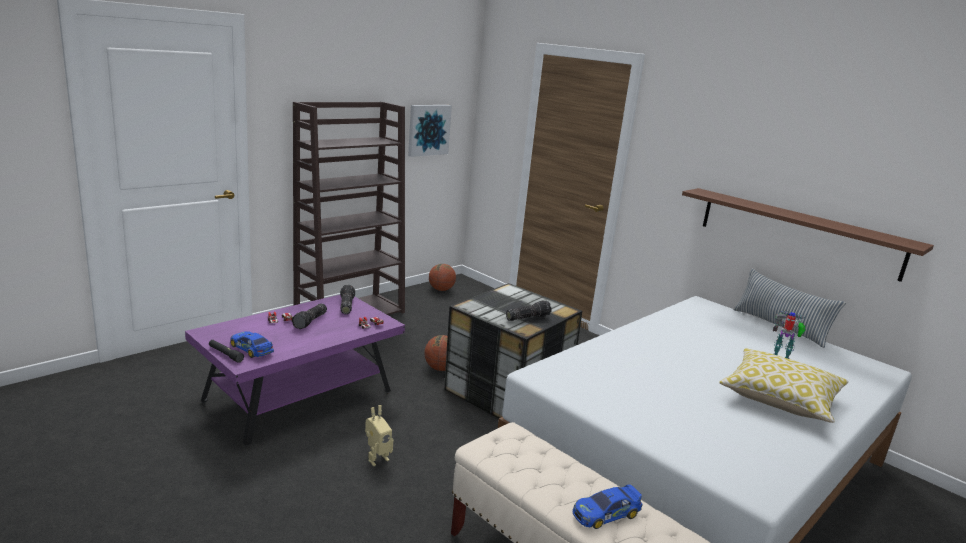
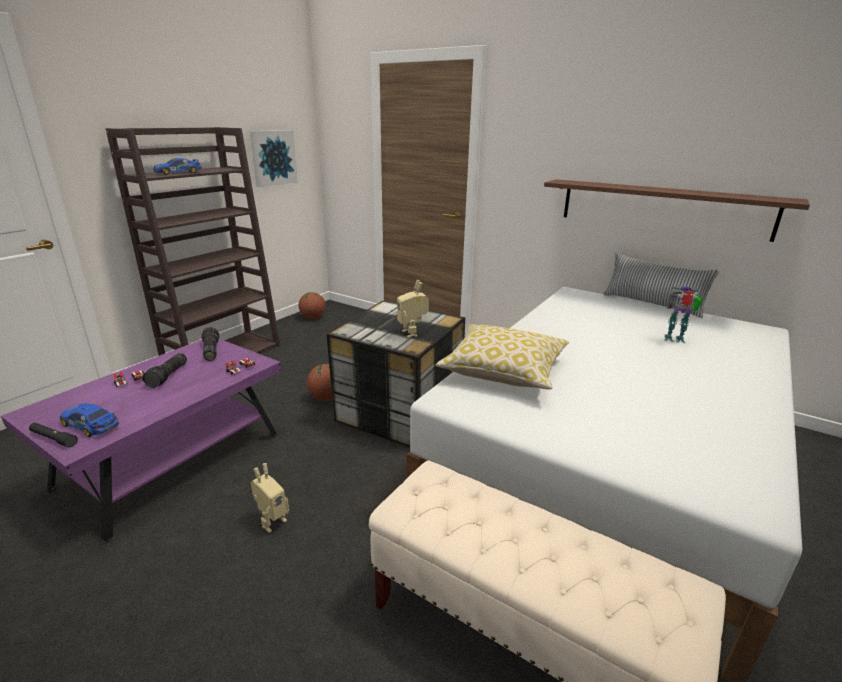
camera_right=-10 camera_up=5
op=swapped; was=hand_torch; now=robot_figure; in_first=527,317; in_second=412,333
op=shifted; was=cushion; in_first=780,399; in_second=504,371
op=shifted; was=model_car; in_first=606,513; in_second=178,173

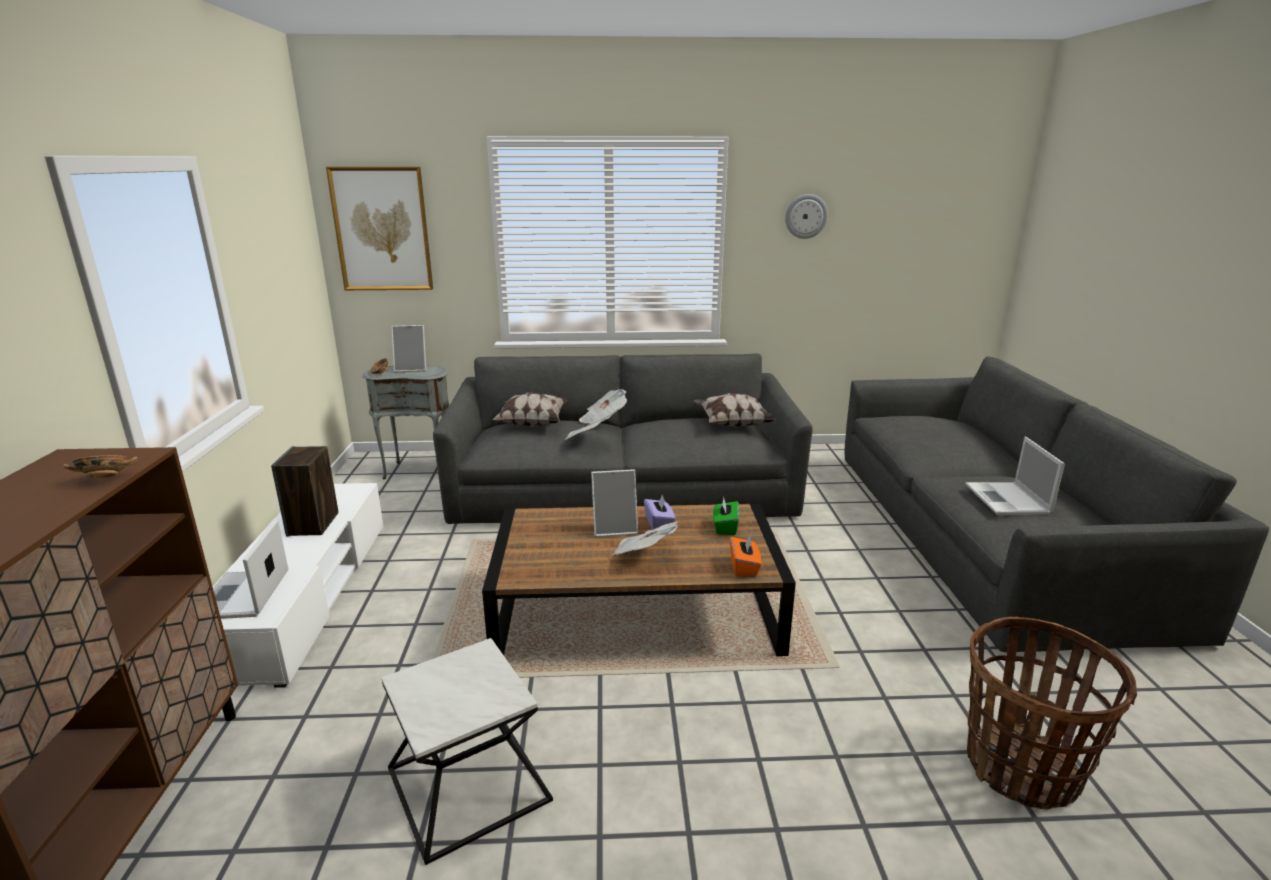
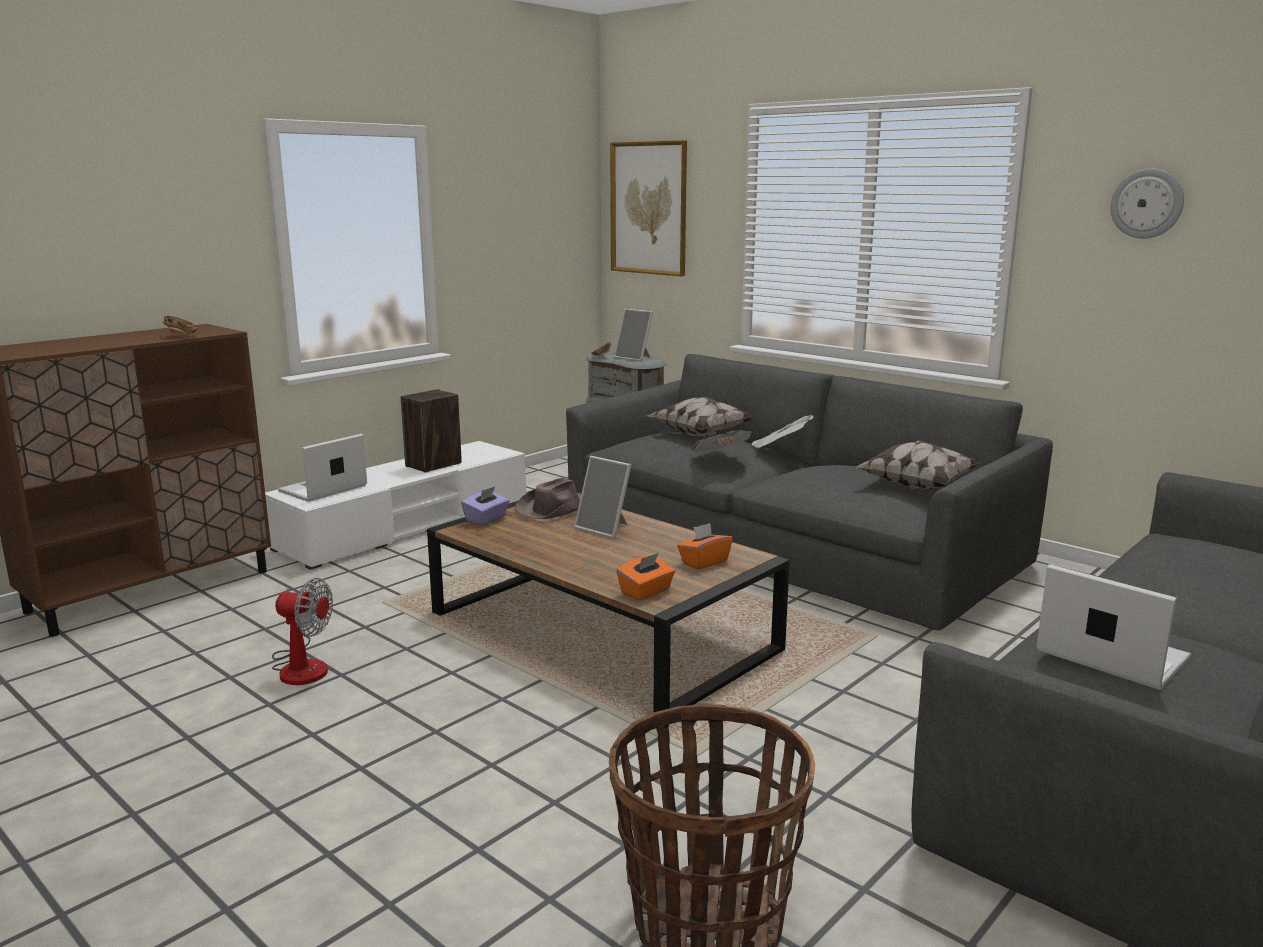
camera_right=45 camera_up=-5
op=rotated; was=laptop; in_first=1008,500; in_second=1108,654; clockwise=90
op=shifted; was=purple-coloured_tissue_holder; in_first=659,524; in_second=486,519
op=repainted; was=green-coloured_tissue_holder; now=orange_tissue_holder; in_first=725,527; in_second=704,562
op=gone; was=printed_paper; in_first=644,554
op=swapped; was=accent_table; now=cooling_fan; in_first=467,784; in_second=301,666
op=new; now=brown_wearable_hat; in_second=555,509

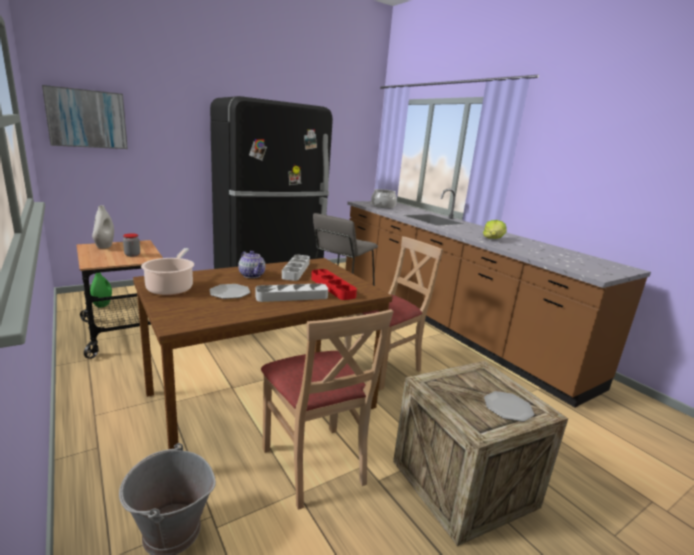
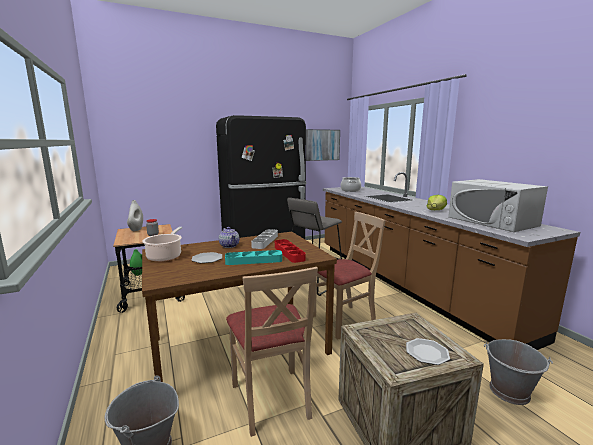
camera_right=10 camera_up=-5
op=shifted; was=wall_picture; in_first=87,119; in_second=322,145
op=repainted; was=gray_serving_tray; now=turquoise-coloured_serving_tray; in_first=292,296; in_second=254,260
op=new; now=whitish_kitchen_microwave; in_second=492,221
op=new; now=gray_pail; in_second=510,392

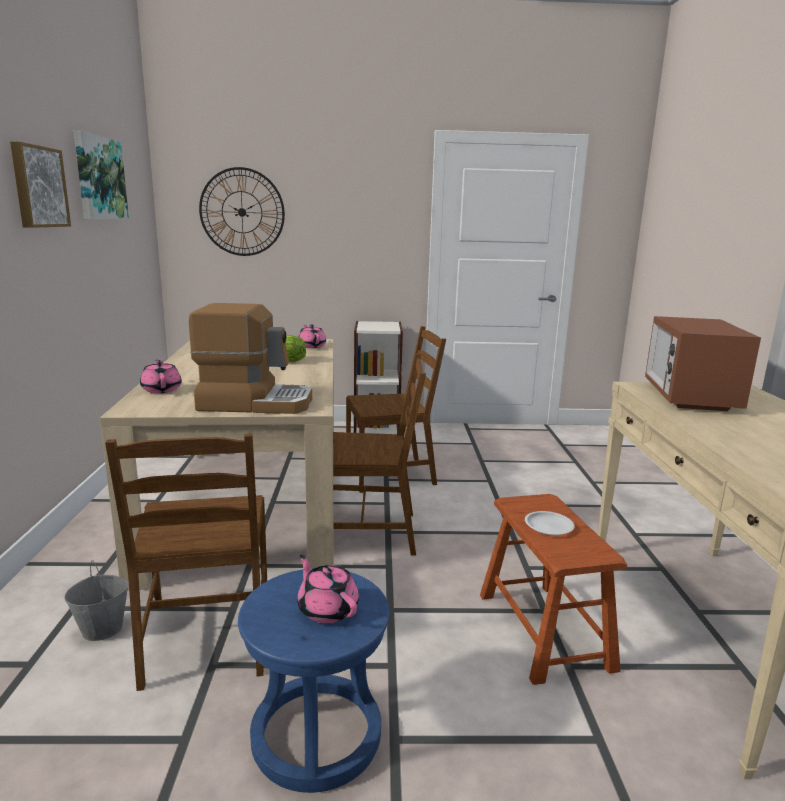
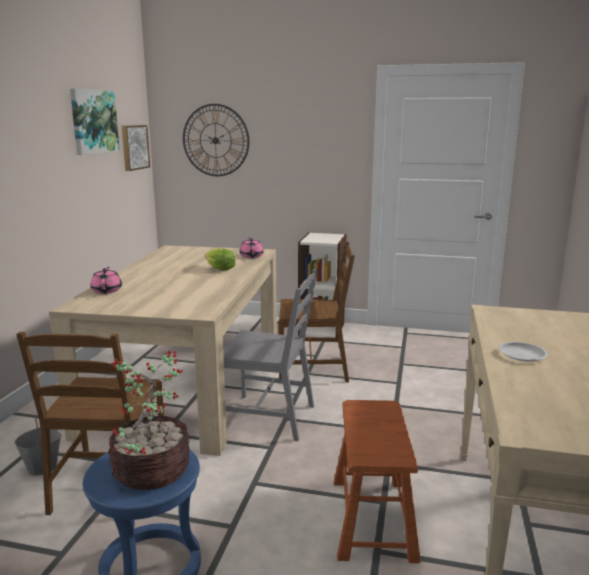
camera_right=15 camera_up=0
op=shifted; was=wall_picture; in_first=38,187; in_second=134,147
op=gone; was=coffee_maker; in_first=255,402
op=gone; was=kitchen_microwave; in_first=689,398
op=repainted; was=brown_chair; now=gray_chair; in_first=368,532; in_second=269,417
op=shifted; was=whitish_dinner_plate; in_first=549,526; in_second=522,354
op=swapped; was=pink_teapot; now=plant_in_a_pot; in_first=327,609; in_second=150,472

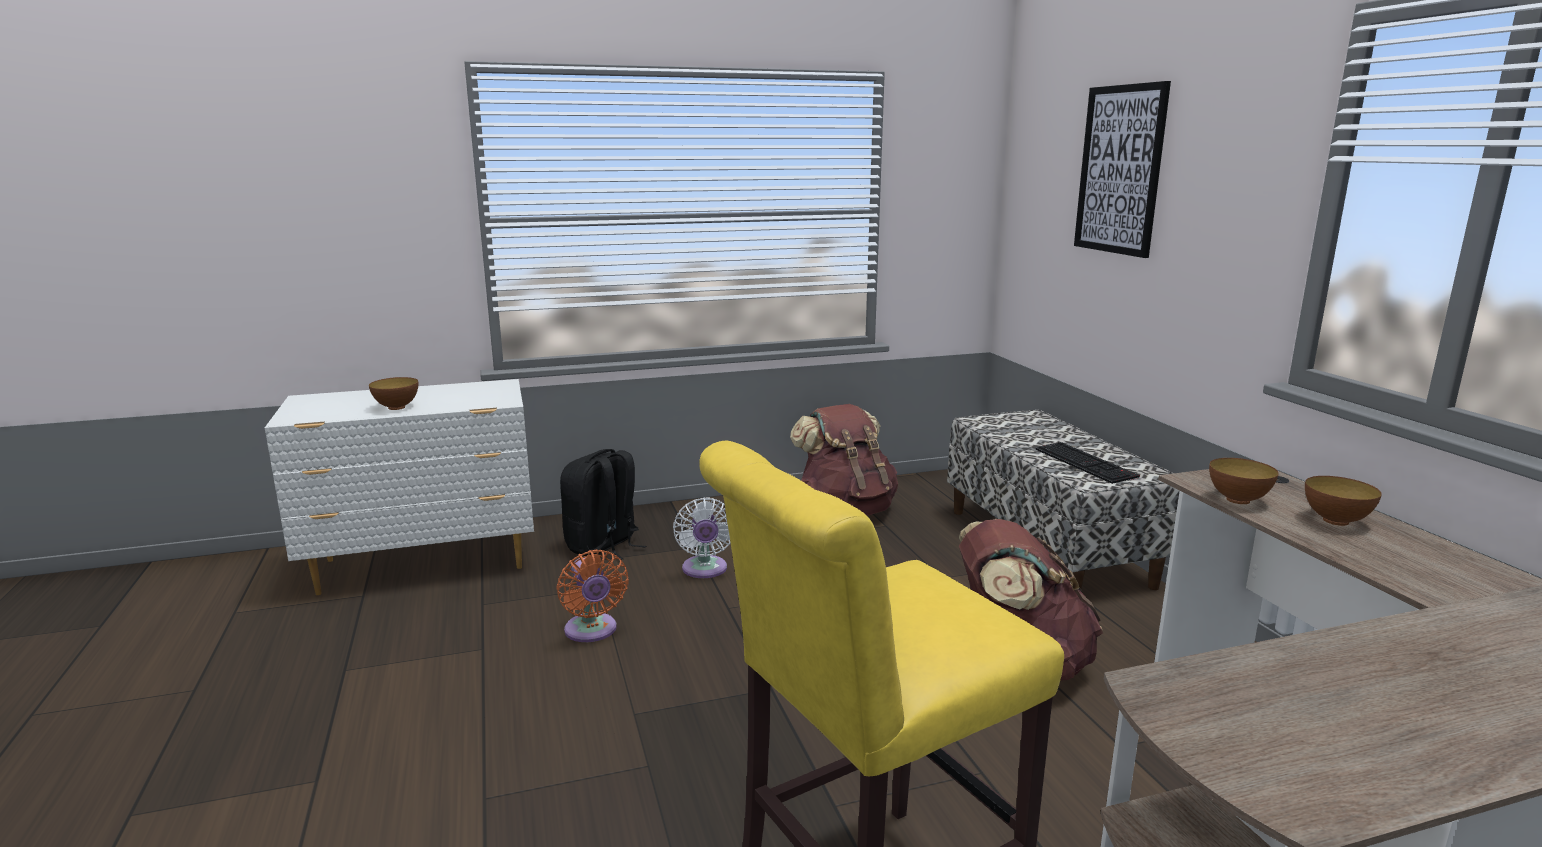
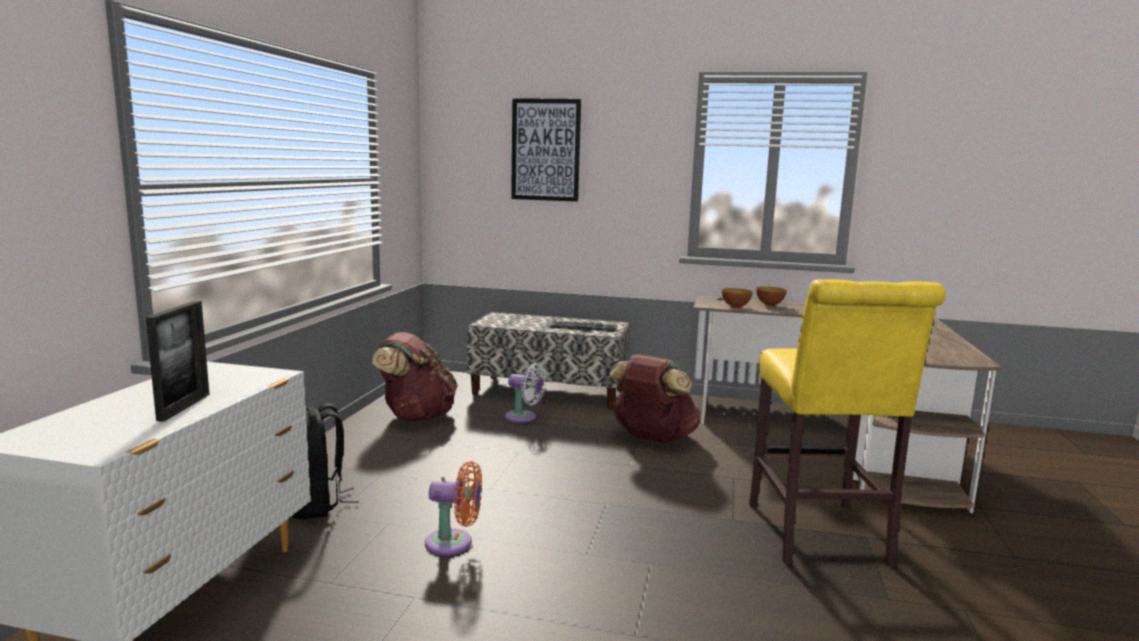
camera_right=-60 camera_up=-5
op=swapped; was=bowl; now=picture_frame; in_first=396,407; in_second=184,407
op=shifted; was=whitish_cooling_fan; in_first=704,570; in_second=524,417

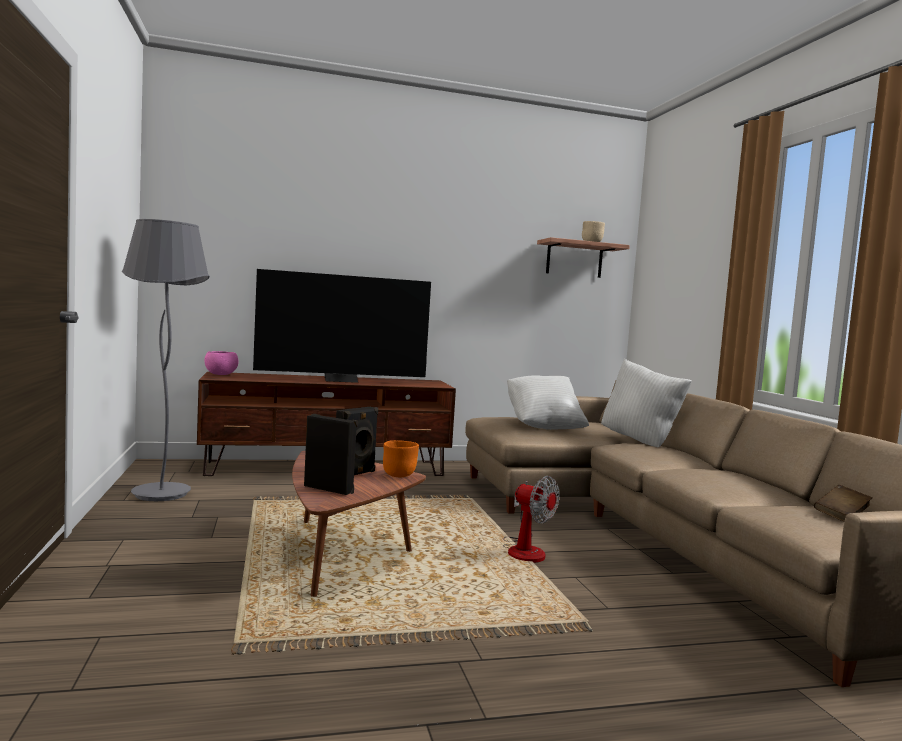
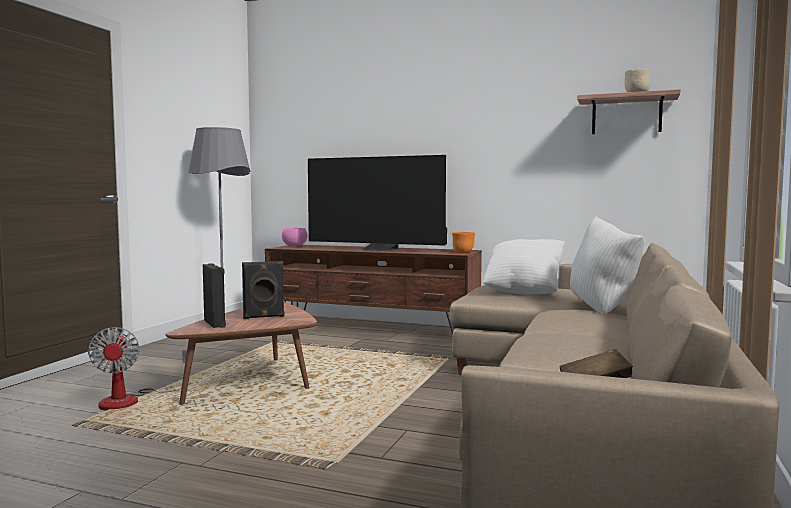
camera_right=35 camera_up=0
op=shifted; was=orange_bowl; in_first=399,475; in_second=463,252
op=shifted; was=cooling_fan; in_first=525,550; in_second=131,400

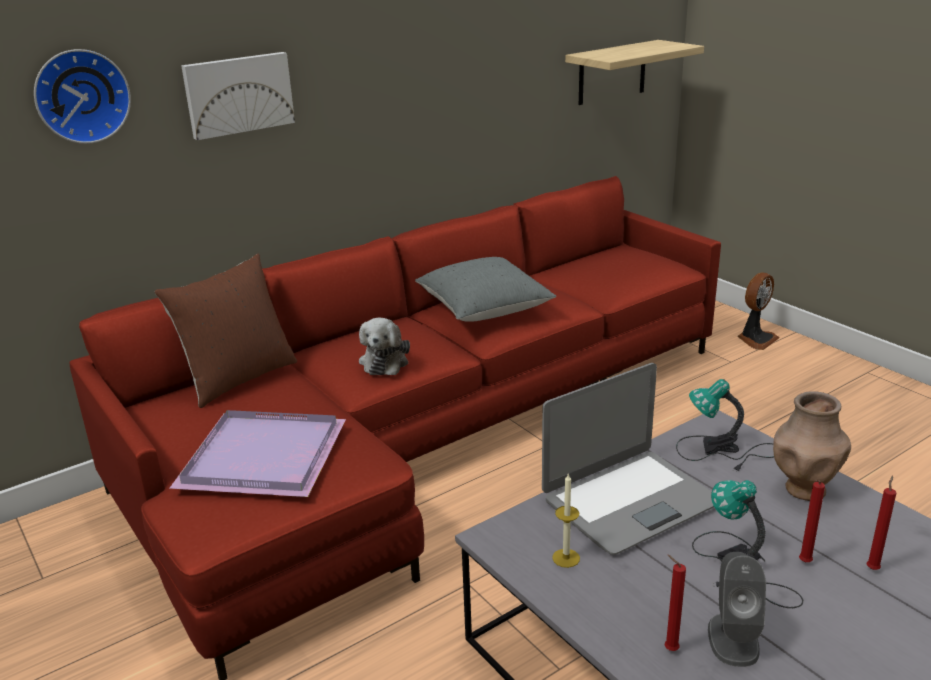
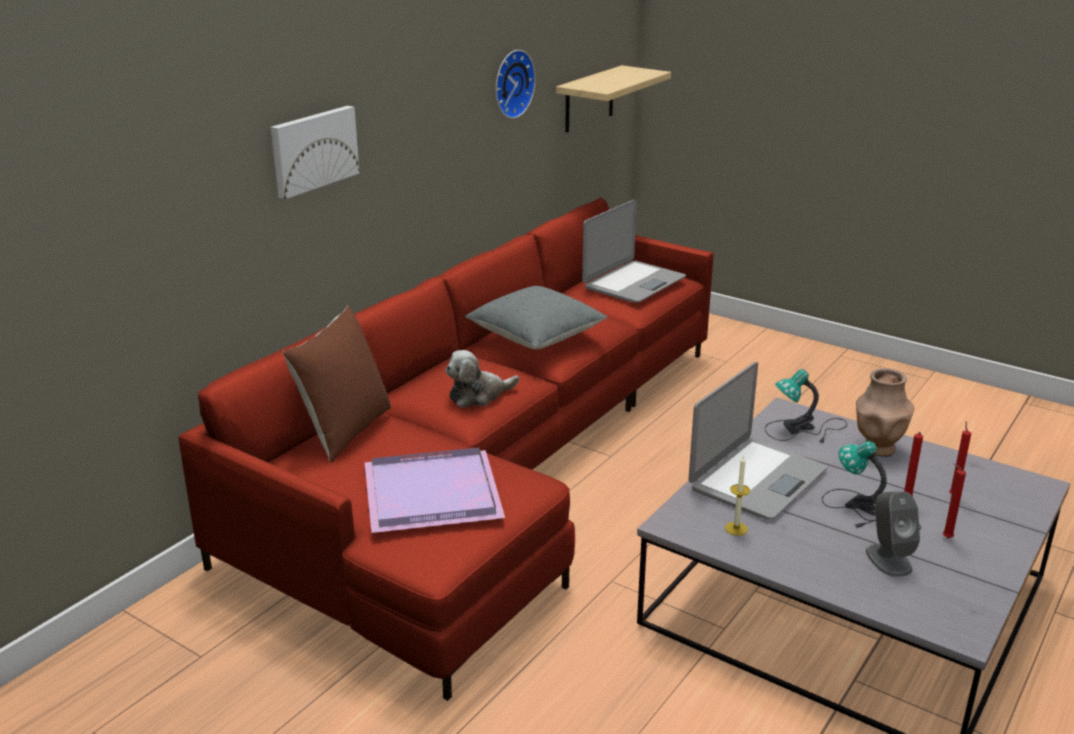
camera_right=-20 camera_up=0
op=shifted; was=wall_clock; in_first=81,96; in_second=511,83
op=gone; was=cooling_fan; in_first=755,339
op=rotated; was=plush_toy; in_first=385,361; in_second=478,395; clockwise=75
op=shifted; was=reddish_wax_light; in_first=669,649; in_second=945,538
op=new; now=laptop; in_second=633,283

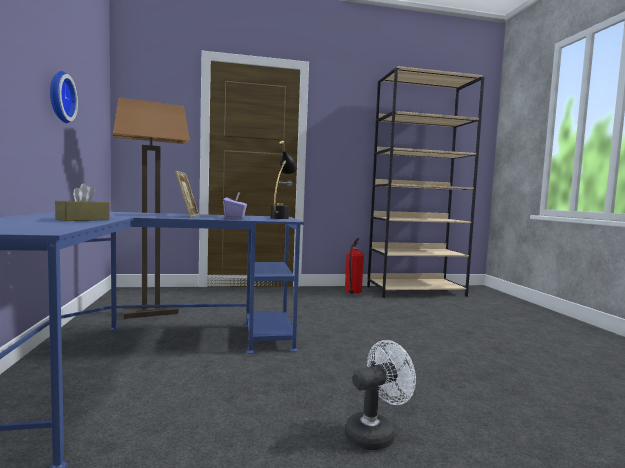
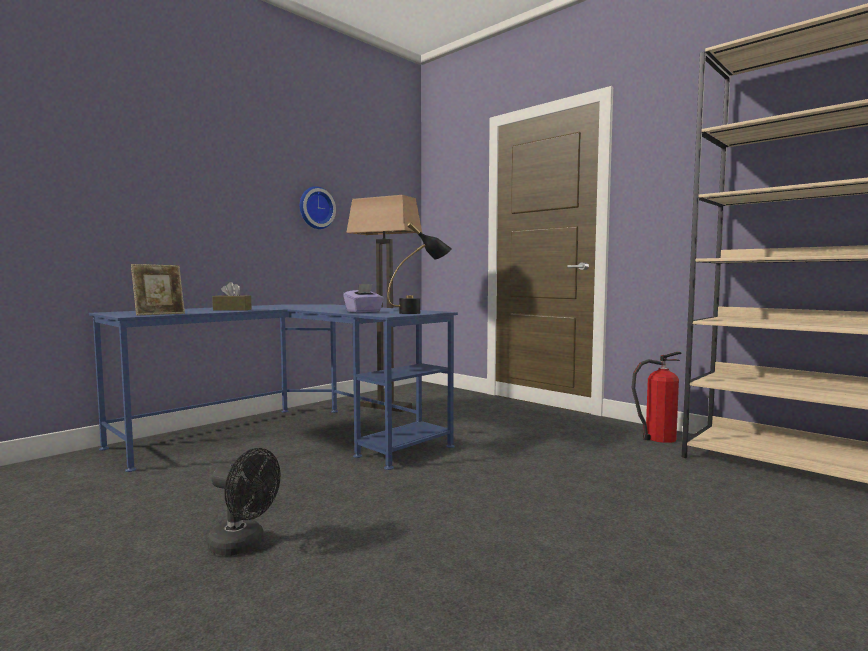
camera_right=55 camera_up=0
op=shifted; was=picture_frame; in_first=187,216; in_second=159,314
op=repainted; was=whitish_cooling_fan; now=black-coloured_cooling_fan; in_first=375,433; in_second=244,545

